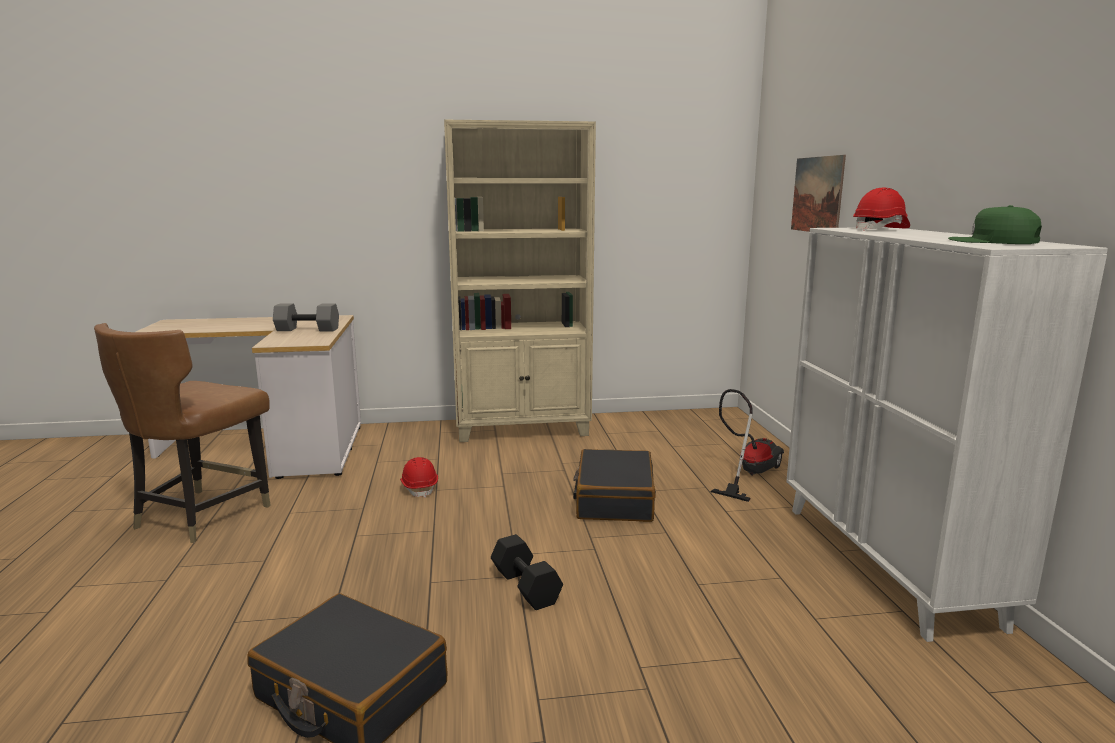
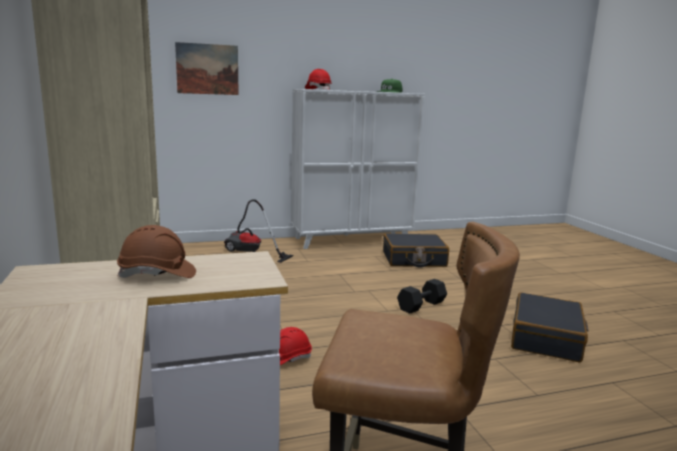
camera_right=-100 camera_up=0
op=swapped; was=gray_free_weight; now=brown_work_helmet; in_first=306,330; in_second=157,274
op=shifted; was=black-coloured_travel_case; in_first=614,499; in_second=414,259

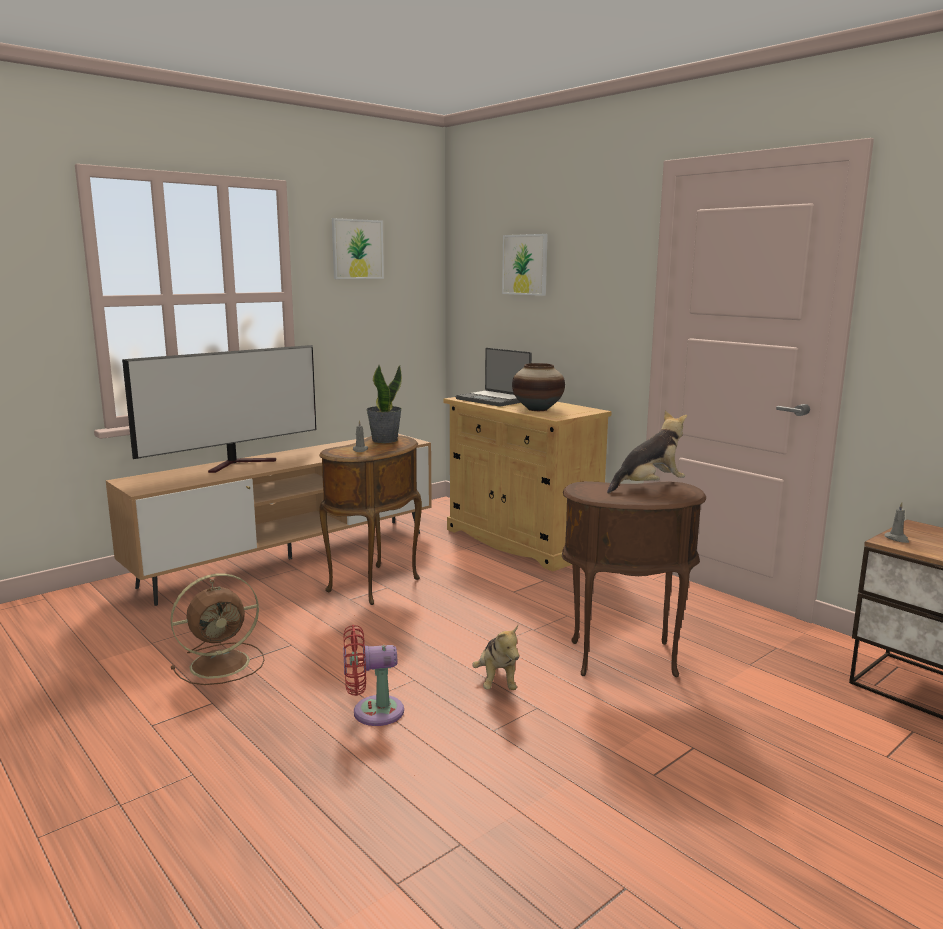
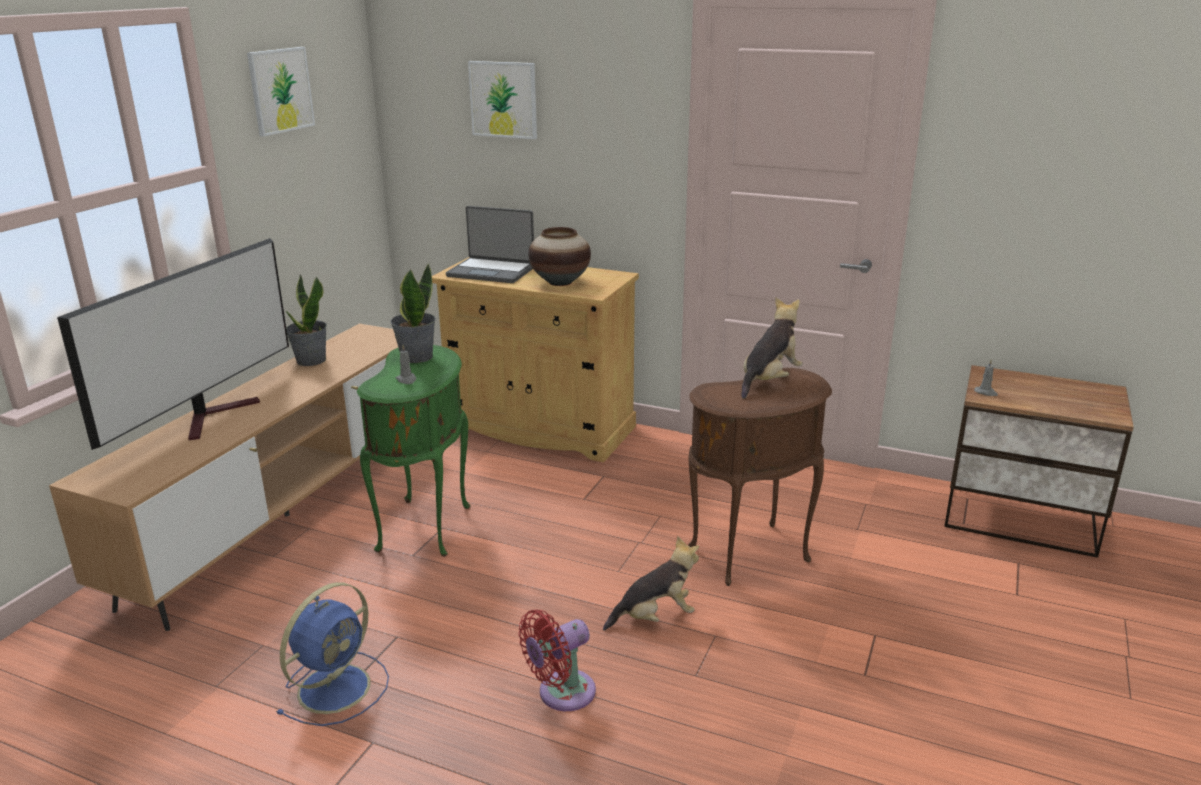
camera_right=-25 camera_up=10
op=repainted; was=brown_accent_table; now=green-coloured_accent_table; in_first=376,586; in_second=428,528
op=repainted; was=brown_cooling_fan; now=blue_cooling_fan; in_first=222,663; in_second=336,686
op=rotated; was=plush_toy; in_first=497,681; in_second=655,617; clockwise=-75
op=new; now=plant_in_a_pot; in_second=311,360

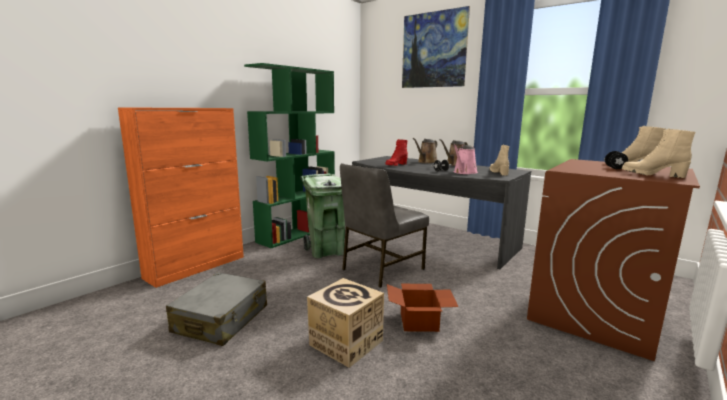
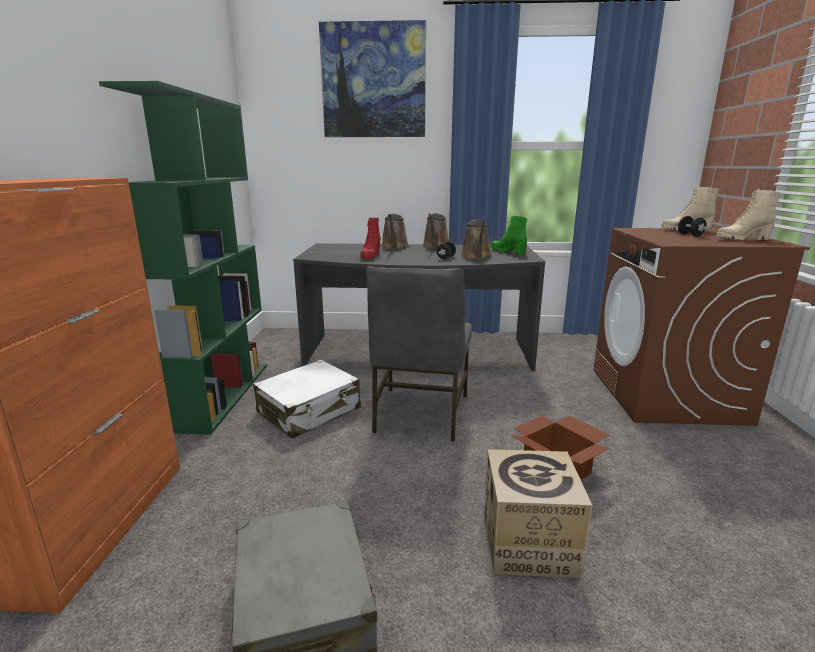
camera_right=-35 camera_up=5
op=repainted; was=pink_watering_can; now=brown_watering_can; in_first=464,172; in_second=476,257
op=repainted; was=beige_tall_boot; now=green-coloured_tall_boot; in_first=499,172; in_second=508,252
op=swapped; was=green-coloured_trash_can; now=whitish_travel_case; in_first=326,251; in_second=309,411

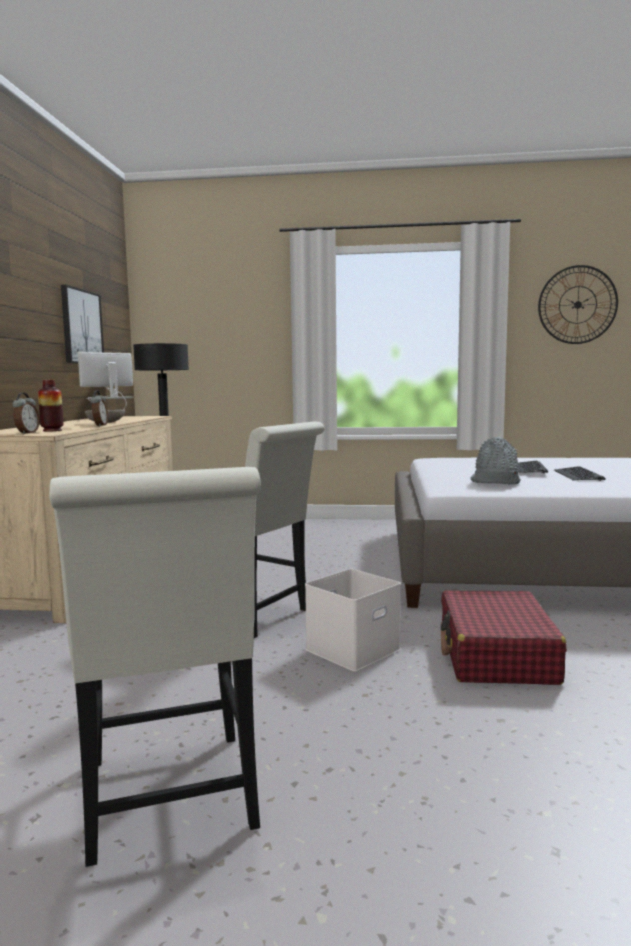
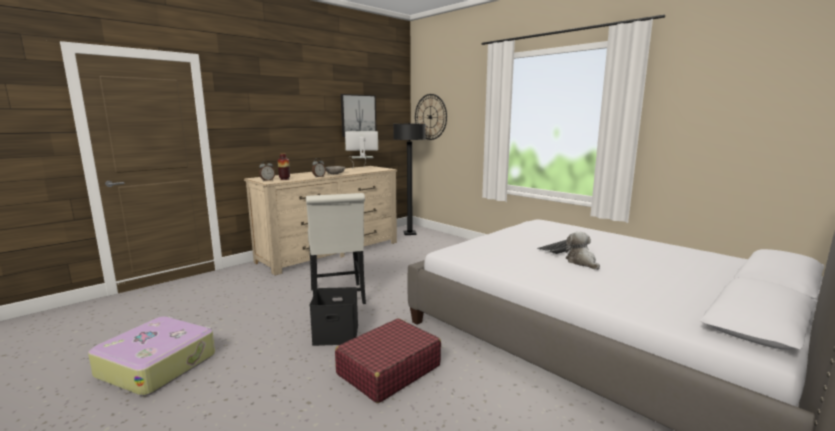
camera_right=40 camera_up=5
op=shifted; was=wall_clock; in_first=577,305; in_second=430,117
op=gone; was=gray_wearable_hat; in_first=494,482
op=swapped; was=keyboard; now=plush_toy; in_first=578,475; in_second=582,262
op=swapped; was=whitish_chair; now=travel_case; in_first=171,803; in_second=158,365
op=repainted; was=whitish_storage_box; now=black-coloured_storage_box; in_first=352,648; in_second=337,333

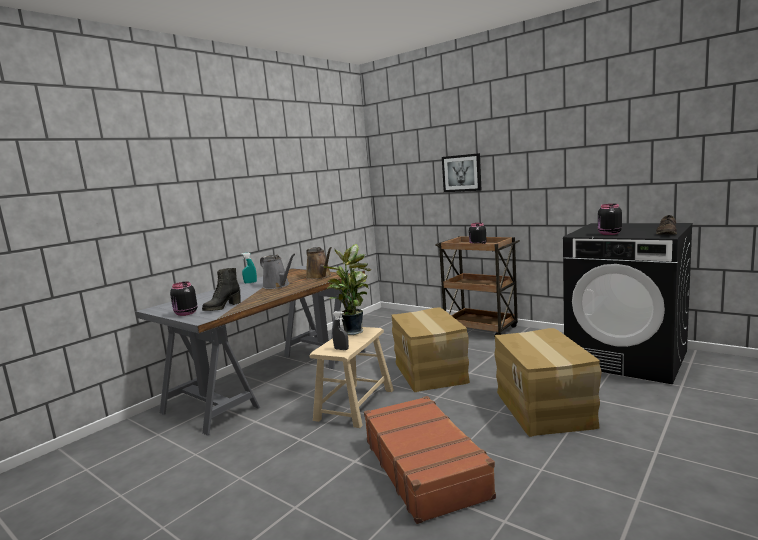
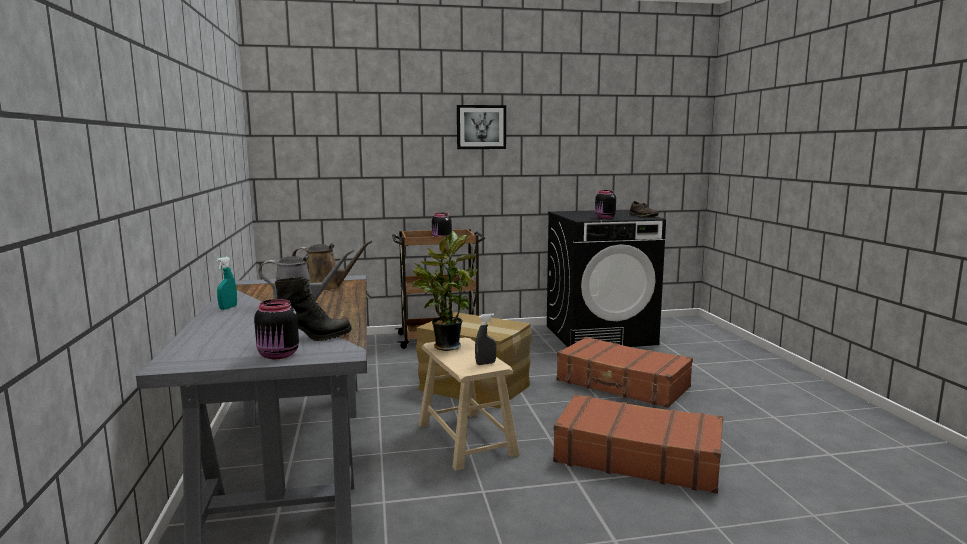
camera_right=-50 camera_up=0
op=shifted; was=wall_picture; in_first=462,173; in_second=481,127
op=rotated; was=black-coloured_tall_boot; in_first=222,307; in_second=314,337; clockwise=-90
op=swapped; was=packing_box; now=brown_travel_case; in_first=545,408; in_second=622,384

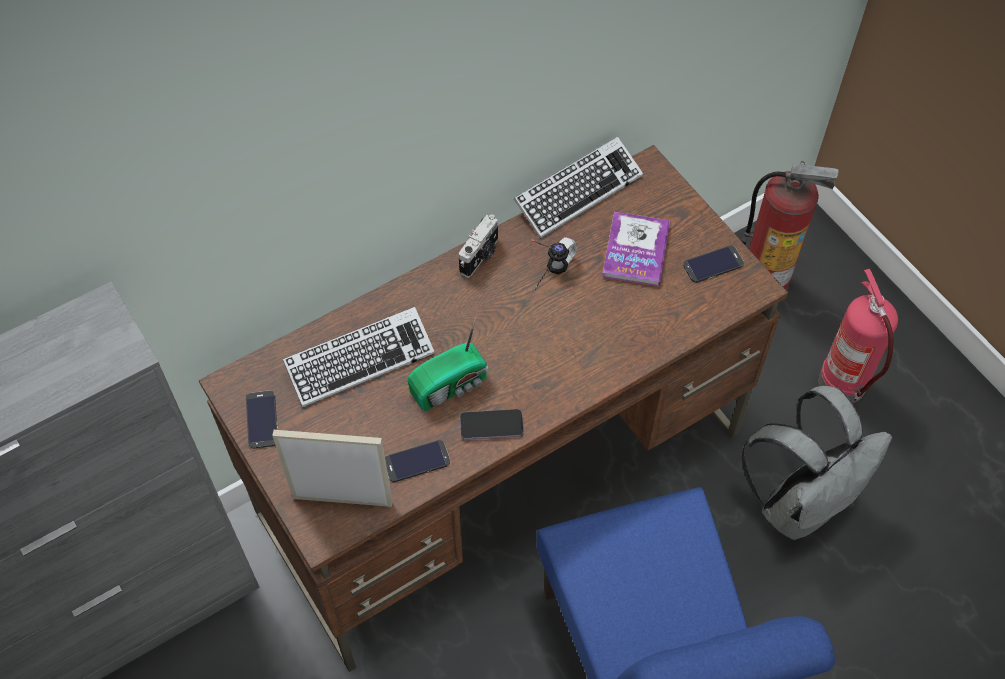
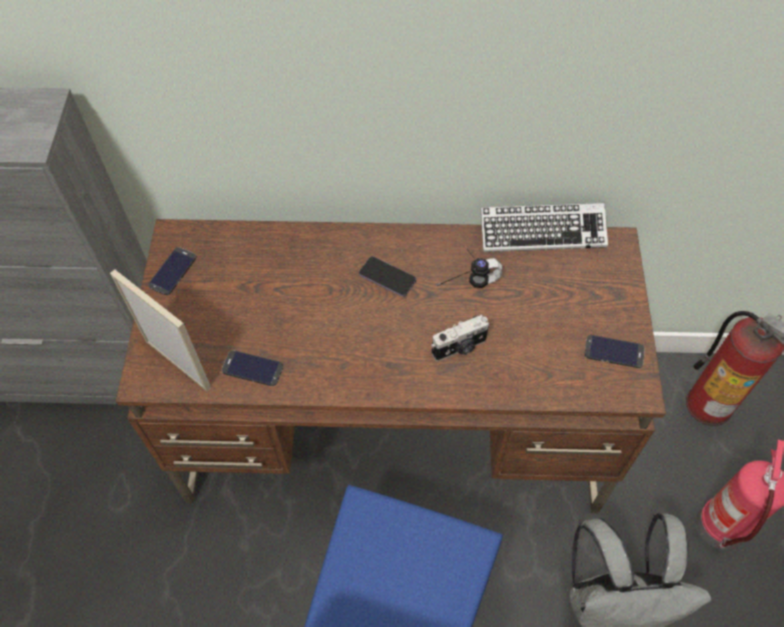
camera_right=35 camera_up=0
op=gone; was=book; in_first=636,250
op=shifted; was=photo_camera; in_first=480,256; in_second=460,348
op=gone; was=keyboard; in_first=360,361
op=gone; was=radio_set; in_first=451,385
op=shifted; was=telephone; in_first=491,425; in_second=387,277

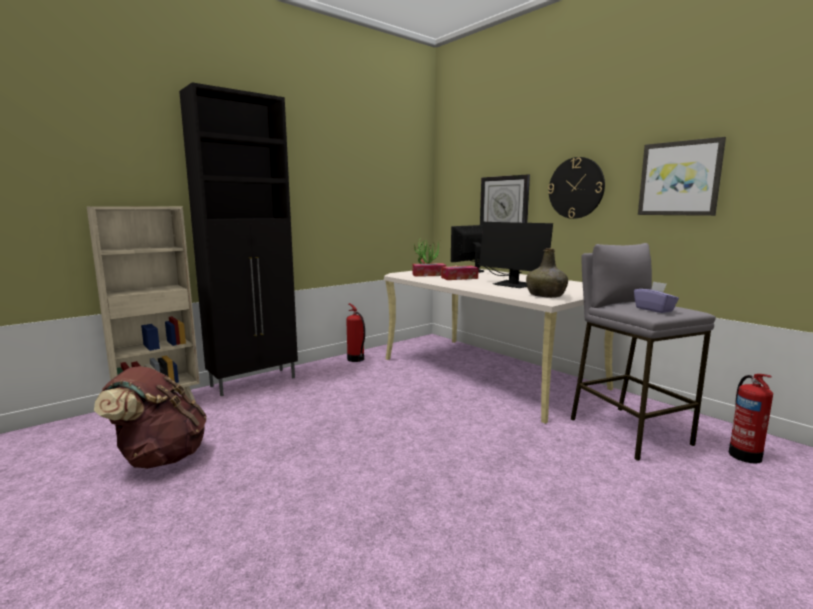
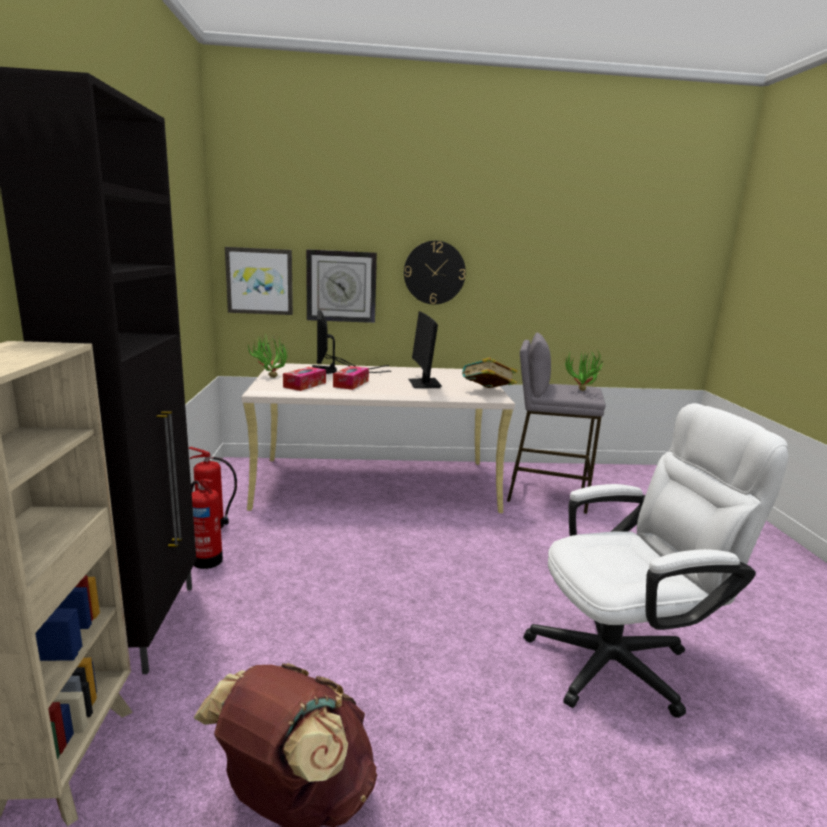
camera_right=-55 camera_up=5
op=shifted; was=wall_picture; in_first=679,178; in_second=259,281
op=rotated; was=monitor; in_first=513,285; in_second=424,384; clockwise=90
op=swapped; was=green-coloured_bottle; now=book; in_first=546,295; in_second=487,392
op=swapped; was=purple-coloured_tissue_holder; now=plant_in_a_pot; in_first=654,309; in_second=581,392
op=shifted; was=extinguisher; in_first=744,454; in_second=207,559
op=new; now=whitish_office_chair; in_second=624,660

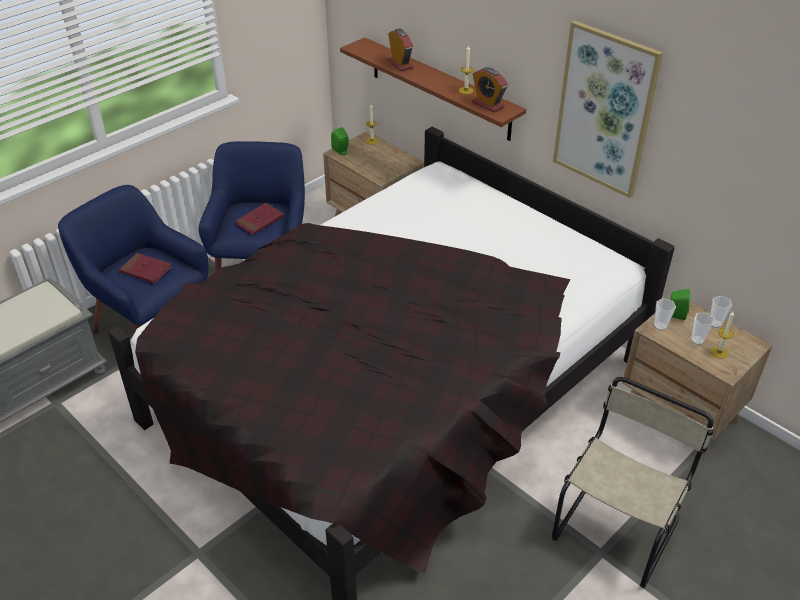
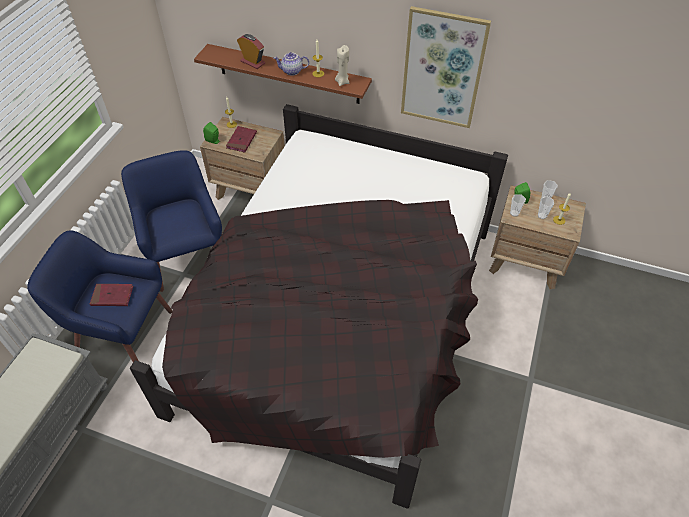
camera_right=-25 camera_up=10
op=swapped; was=table_clock; now=beige_wax_light; in_first=488,104; in_second=342,82
op=shifted; was=reddish_book; in_first=260,221; in_second=241,140
op=gone; was=beige_chair; in_first=618,525
op=new; now=teapot; in_second=292,71

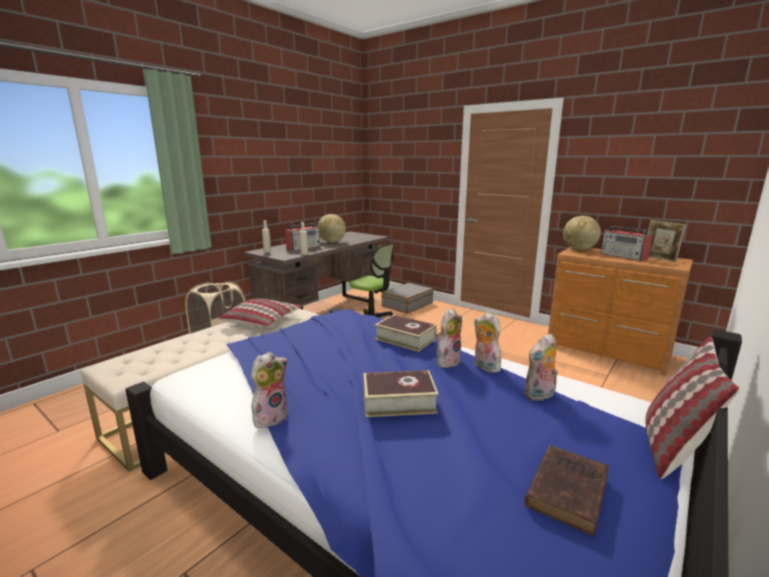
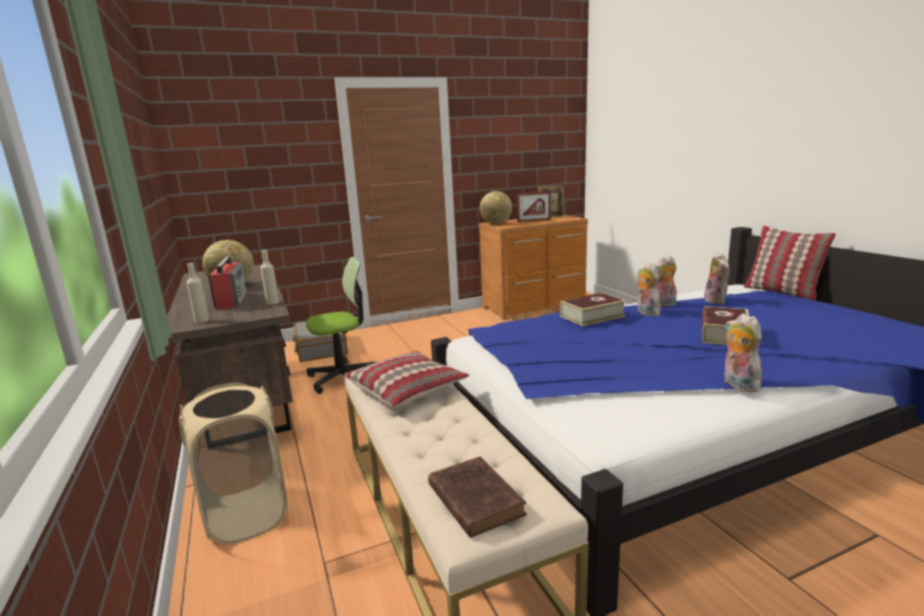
camera_right=-60 camera_up=0
op=swapped; was=radio_set; now=picture_frame; in_first=623,256; in_second=534,220
op=shifted; was=brown_book; in_first=568,489; in_second=474,498

